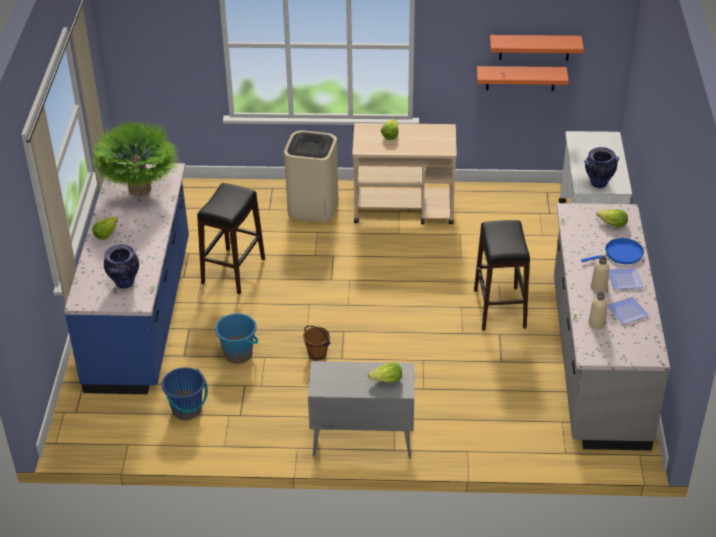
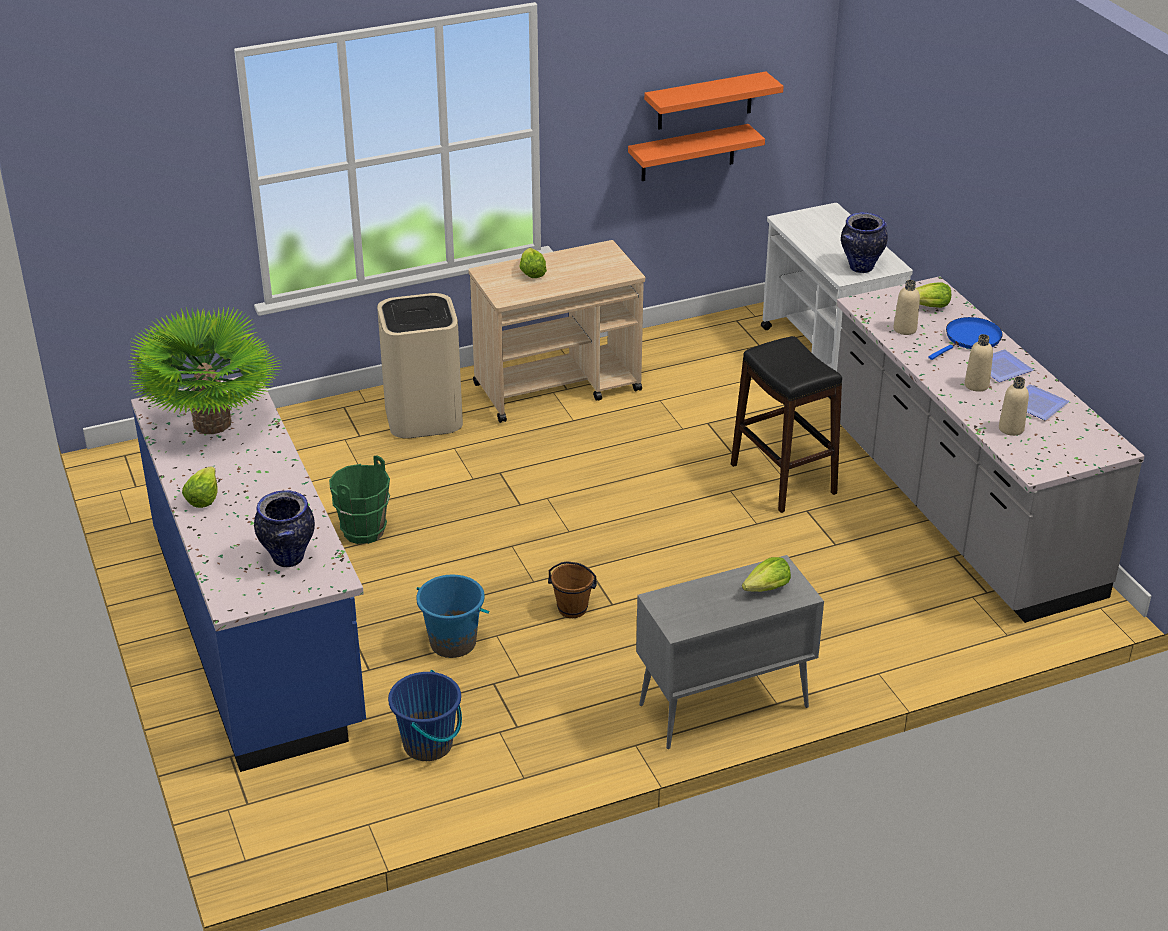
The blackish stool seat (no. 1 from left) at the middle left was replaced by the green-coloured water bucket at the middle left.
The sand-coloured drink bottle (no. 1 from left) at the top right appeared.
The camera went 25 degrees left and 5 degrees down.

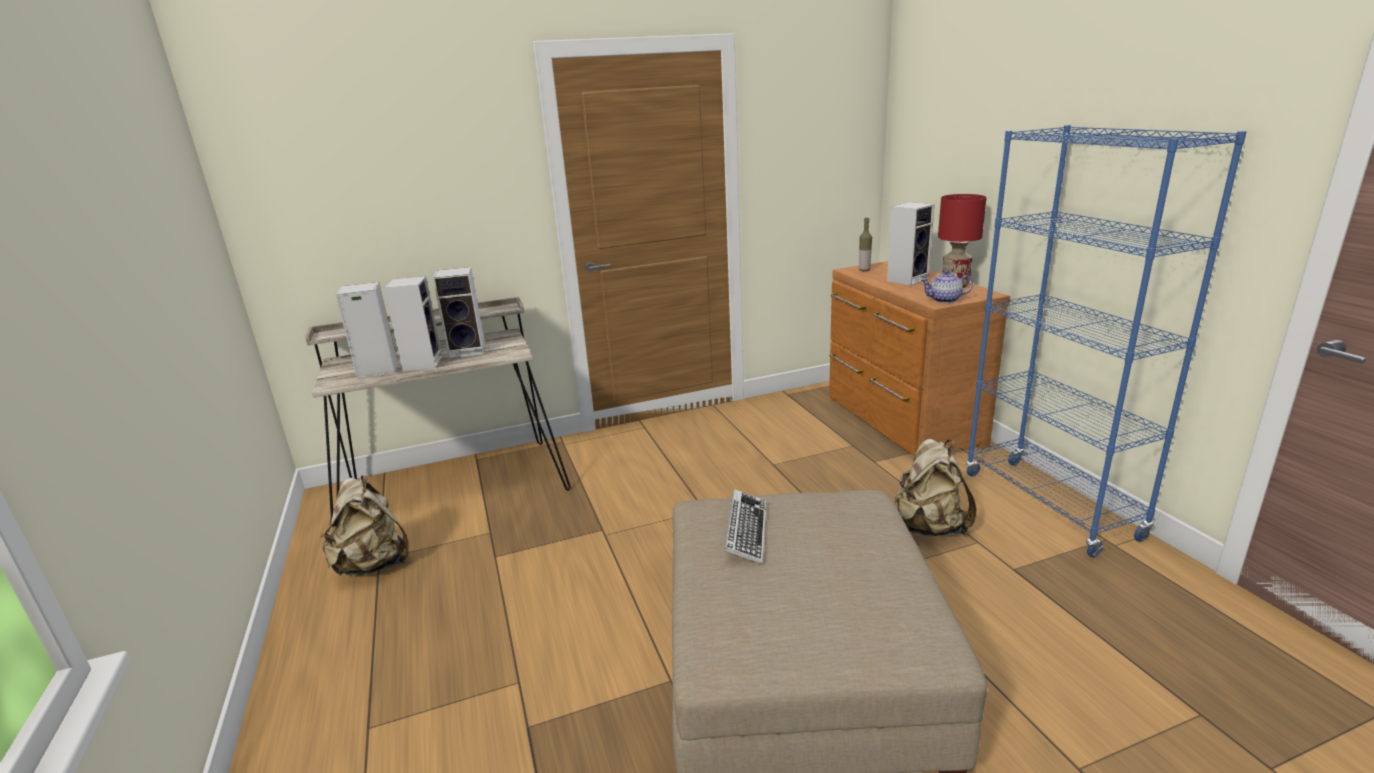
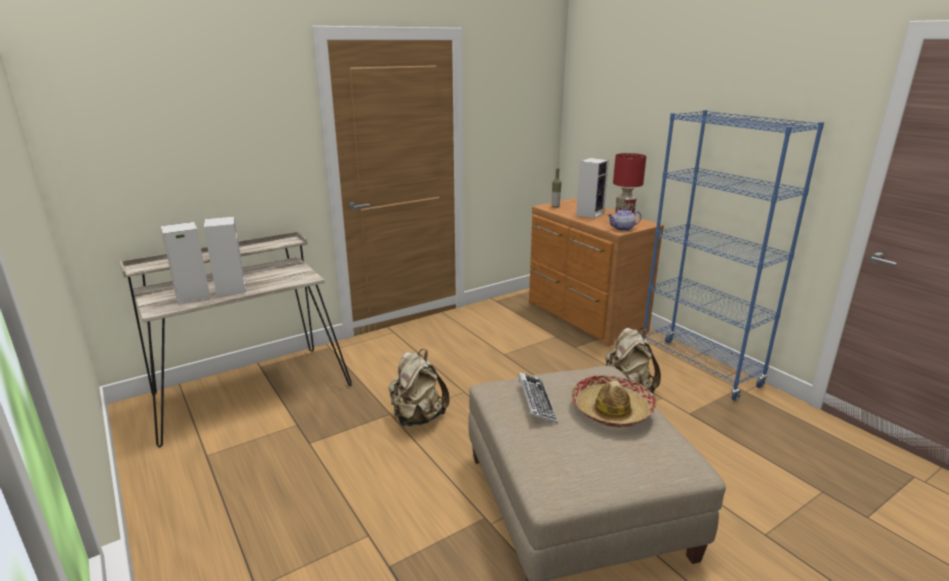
The speaker (no. 3 from left) at the centre disappeared.
The sand-coloured rucksack (no. 1 from left) moved from the bottom left to the centre.
The wearable hat at the bottom centre appeared.
The camera went 15 degrees left and 0 degrees up.

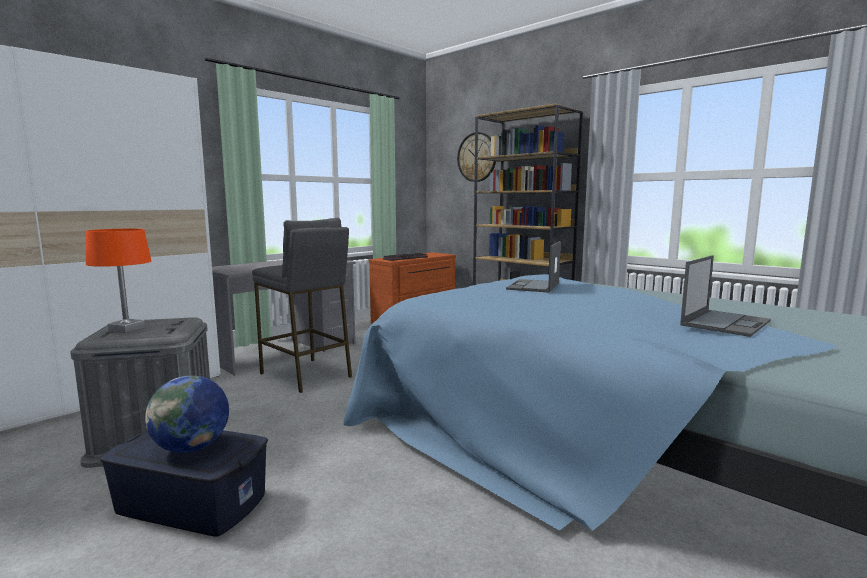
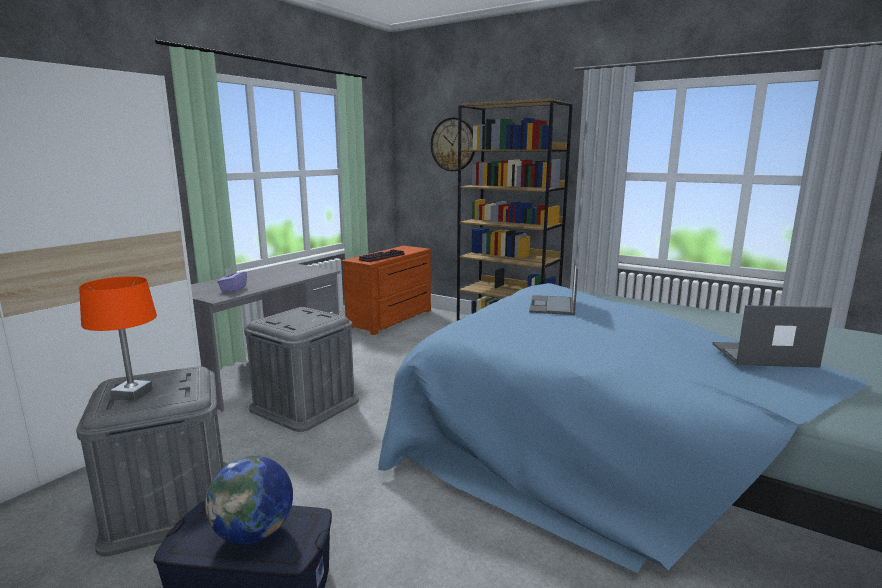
The greyish stool seat at the centre was replaced by the greyish storage bin (no. 2 from left) at the centre.
The portable computer (no. 2 from left) at the middle right turned 120 degrees counterclockwise.
The purplish box of tissues at the middle left appeared.
The camera went 10 degrees left and 5 degrees up.

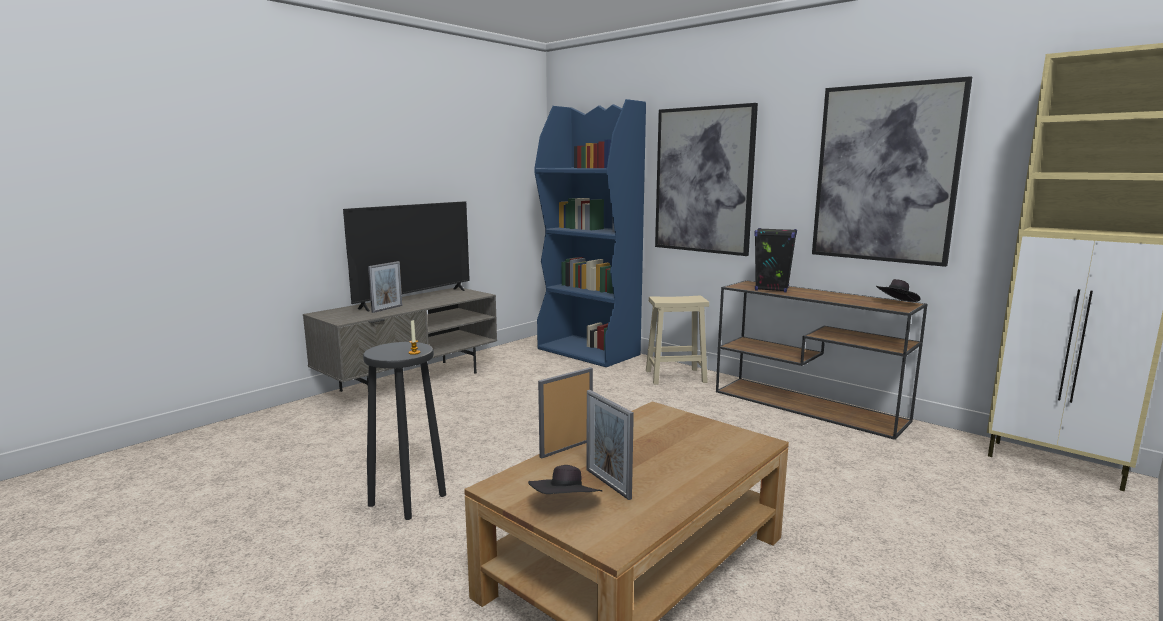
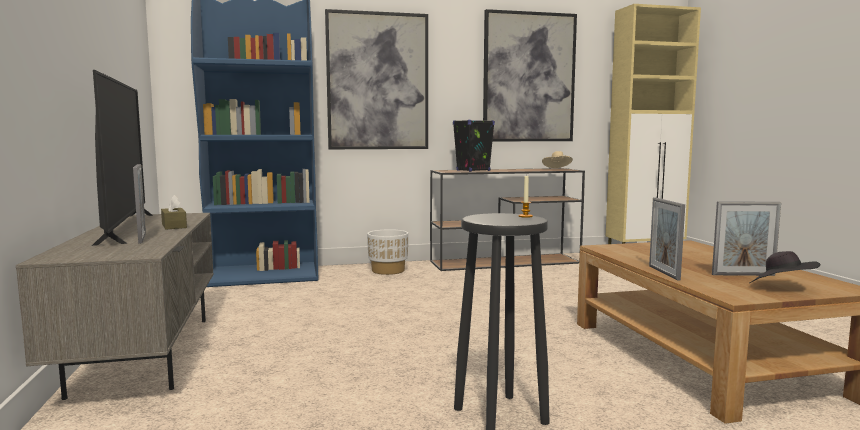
The blackish wearable hat (no. 2 from left) at the middle right became the sand-coloured wearable hat at the centre.
The sand-coloured stool seat at the centre was replaced by the whitish flower pot at the centre.
The brown-coloured box of tissues at the middle left appeared.
The camera went 55 degrees left and 5 degrees down.

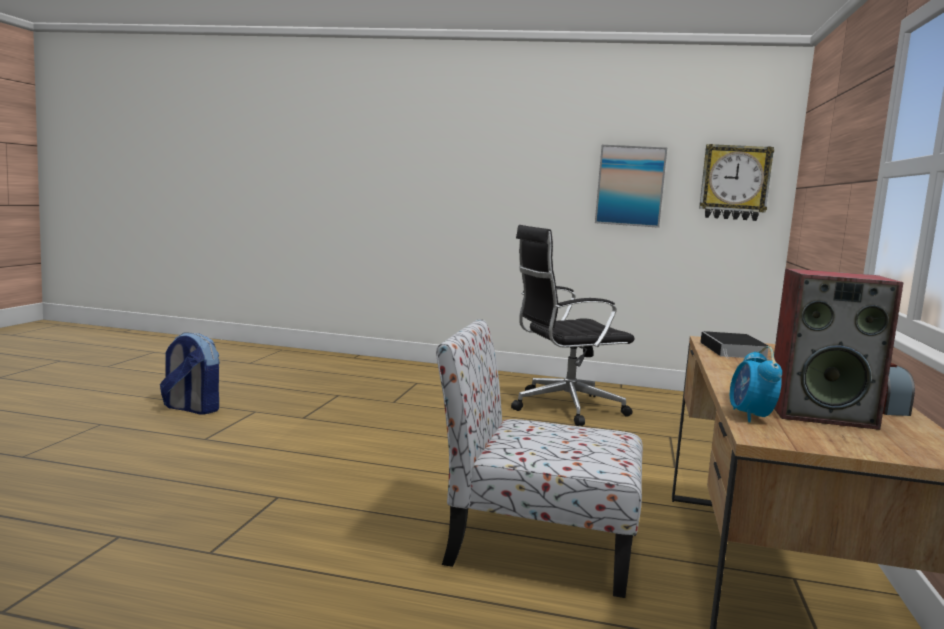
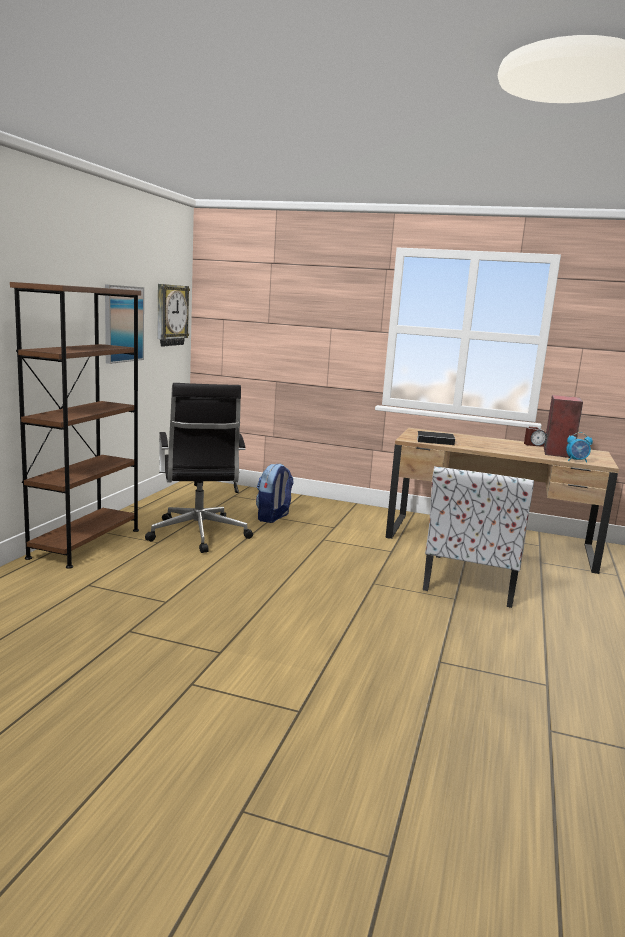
The rucksack moved from the middle left to the centre.
The brown-coloured bookcase at the middle left appeared.
The camera went 85 degrees left and 5 degrees up.

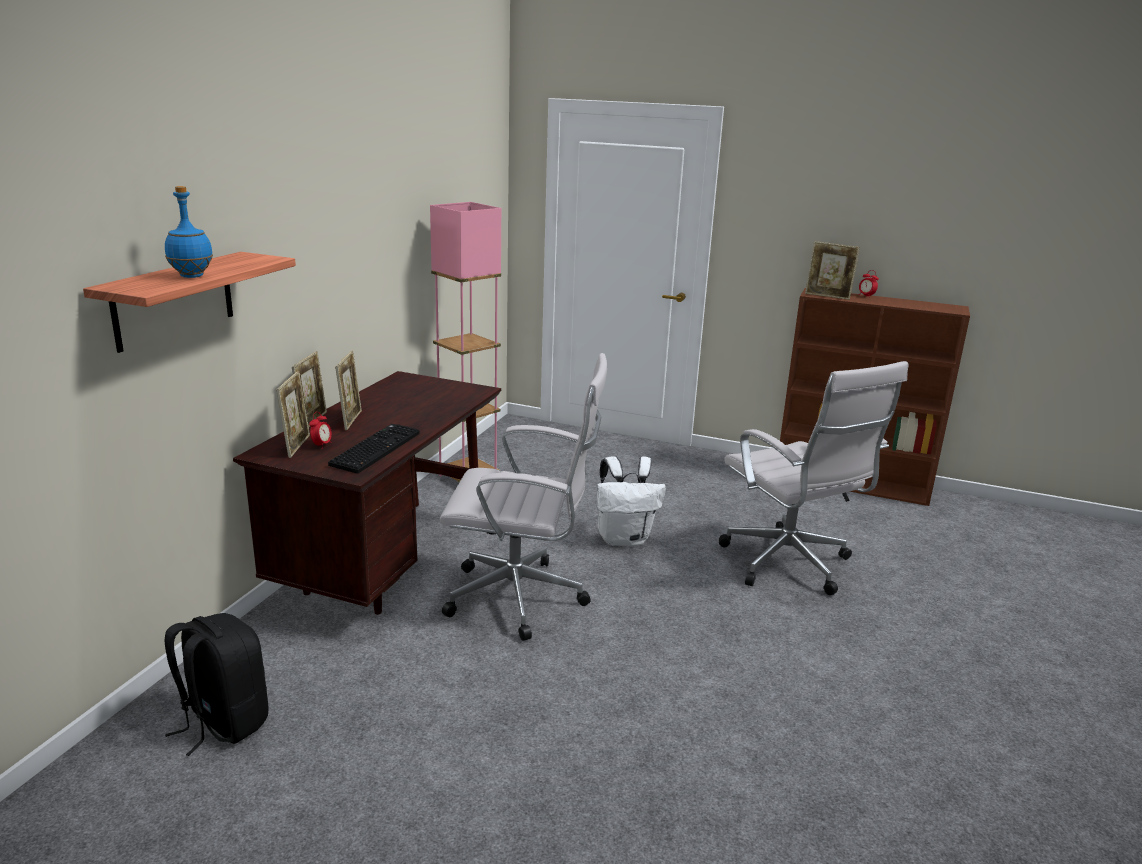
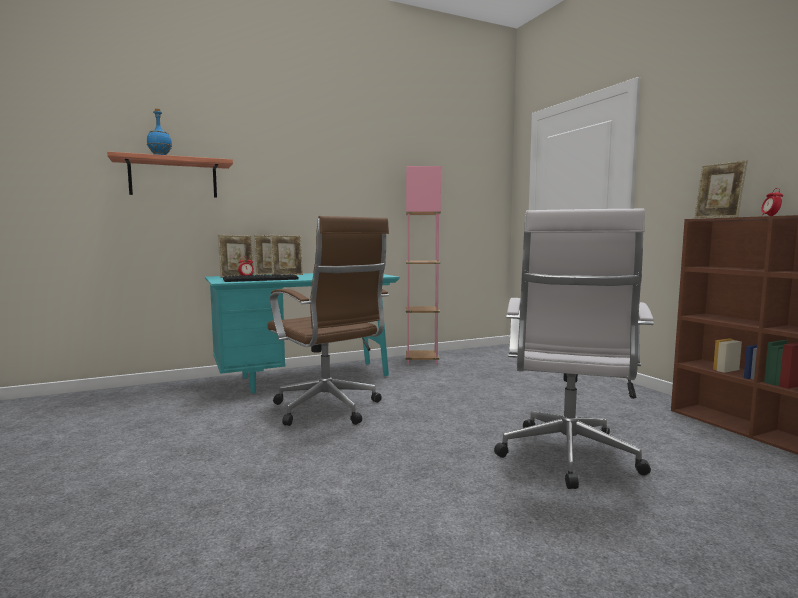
The whitish desk chair (no. 1 from left) at the centre became the brown-coloured desk chair at the centre.
The brown-coloured desk at the middle left became the blue-green desk at the centre.
The whitish rucksack at the centre disappeared.
The blackish rucksack at the bottom left disappeared.
The camera went 45 degrees right and 15 degrees down.

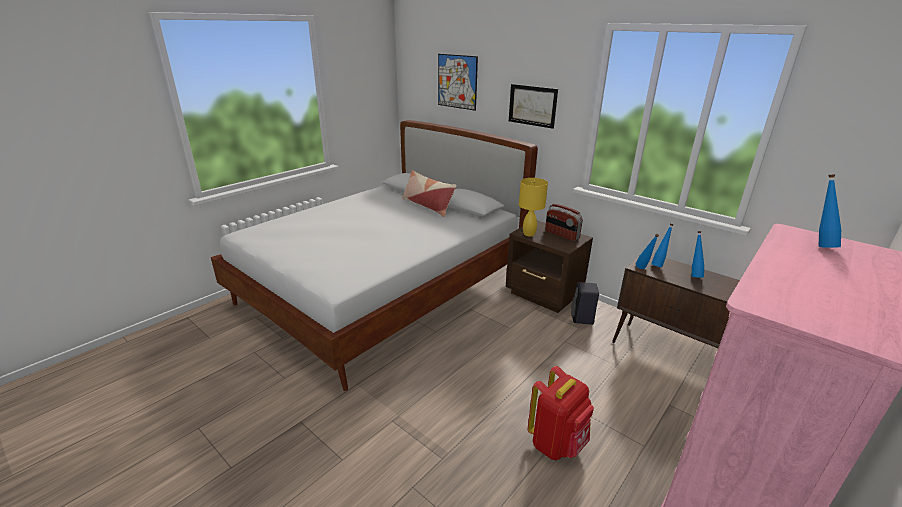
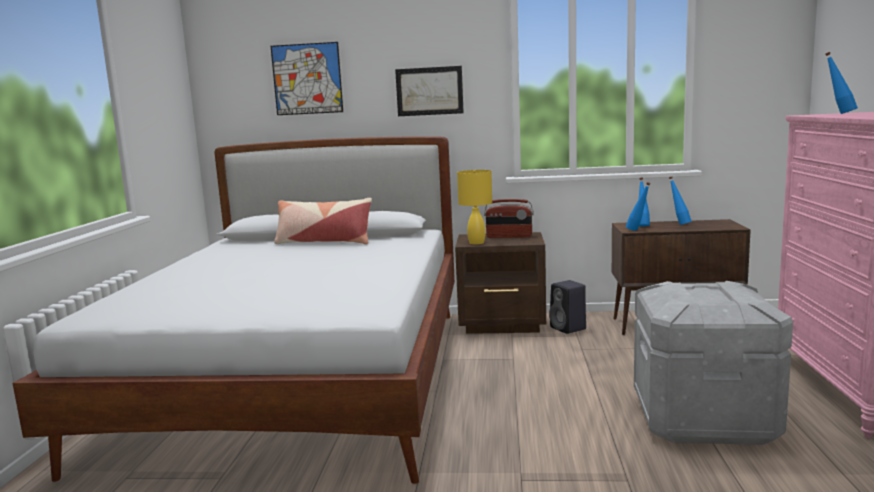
The red-coloured rucksack at the bottom centre was replaced by the greyish storage bin at the bottom right.
The camera went 35 degrees left and 15 degrees down.

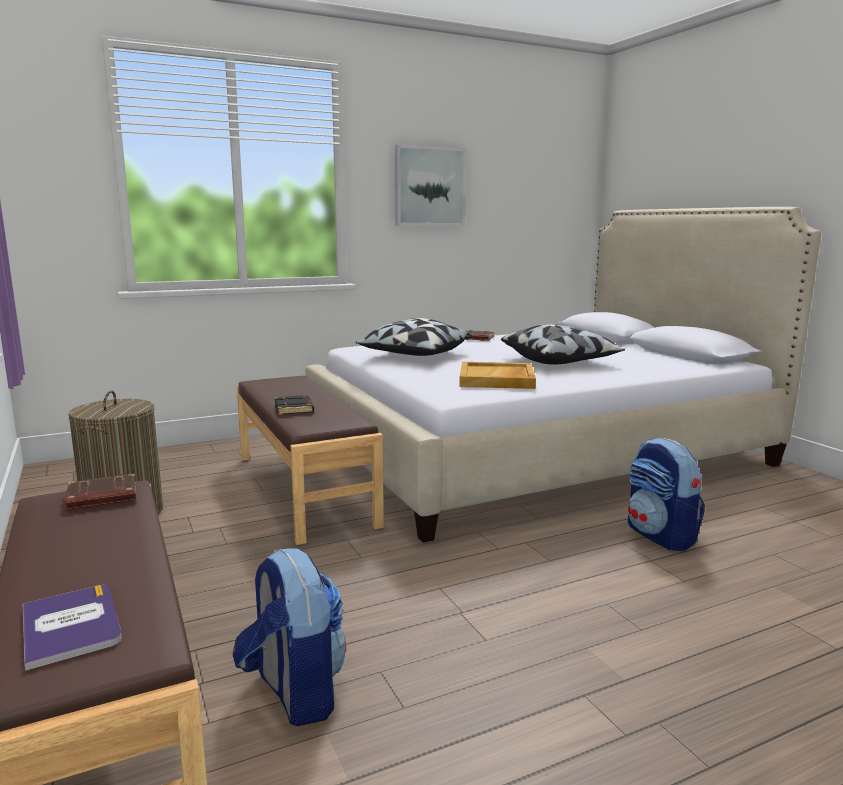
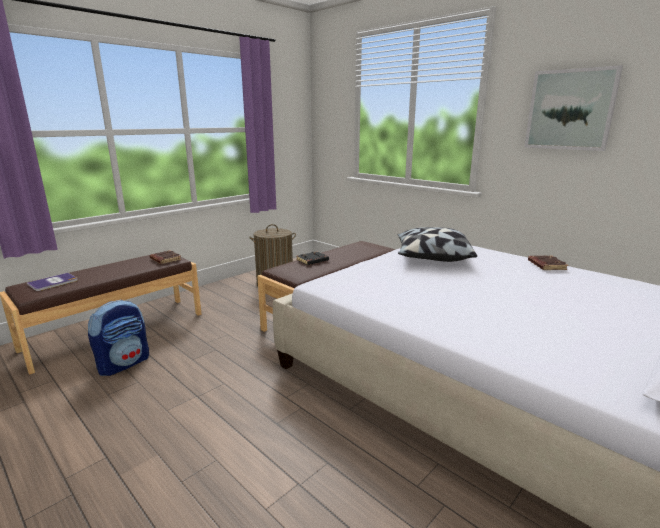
The pillow (no. 2 from left) at the middle right disappeared.
The sand-coloured serving tray at the centre disappeared.
The rucksack (no. 2 from left) at the middle right disappeared.
The camera went 70 degrees right and 5 degrees up.

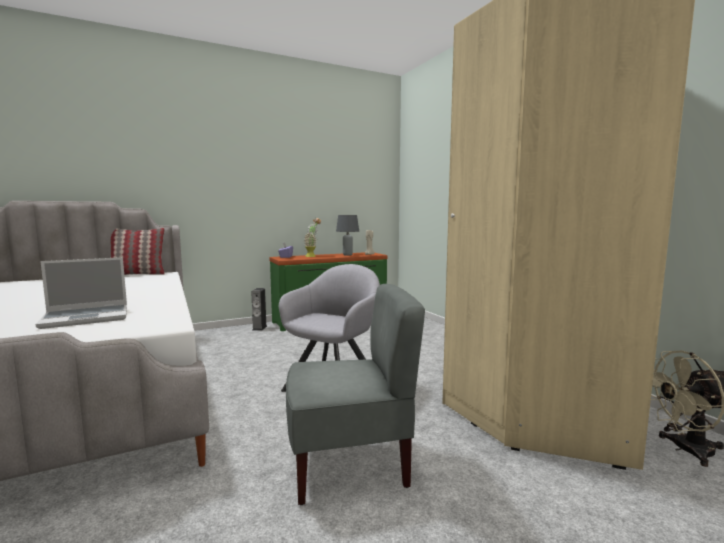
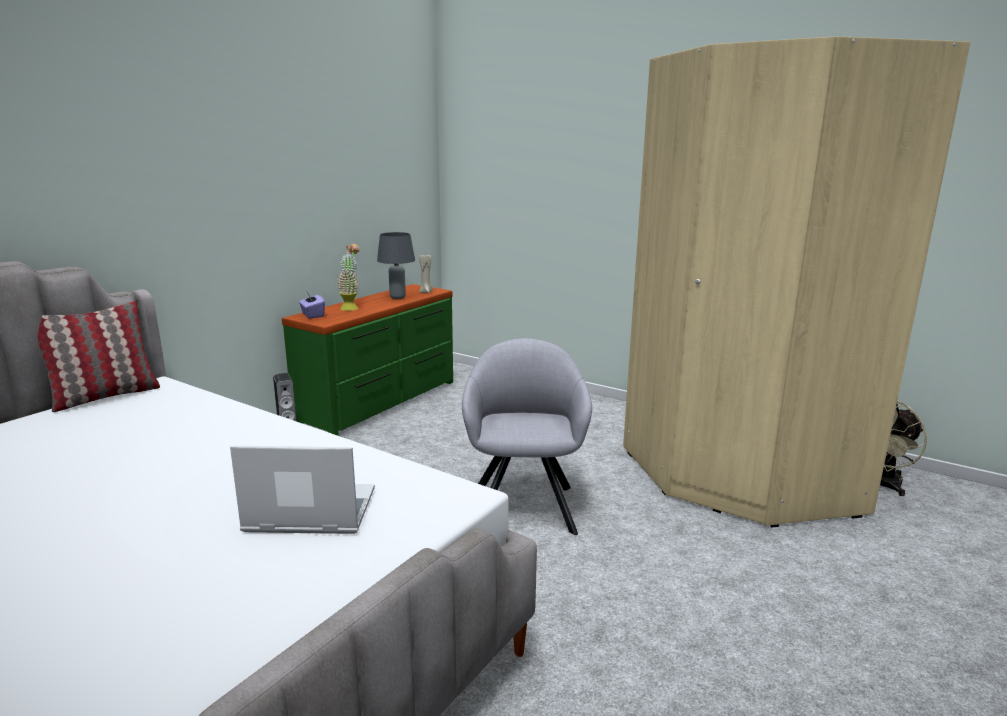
The portable computer at the middle left turned 120 degrees counterclockwise.
The greyish plain chair at the bottom centre disappeared.
The camera went 30 degrees left and 10 degrees up.

